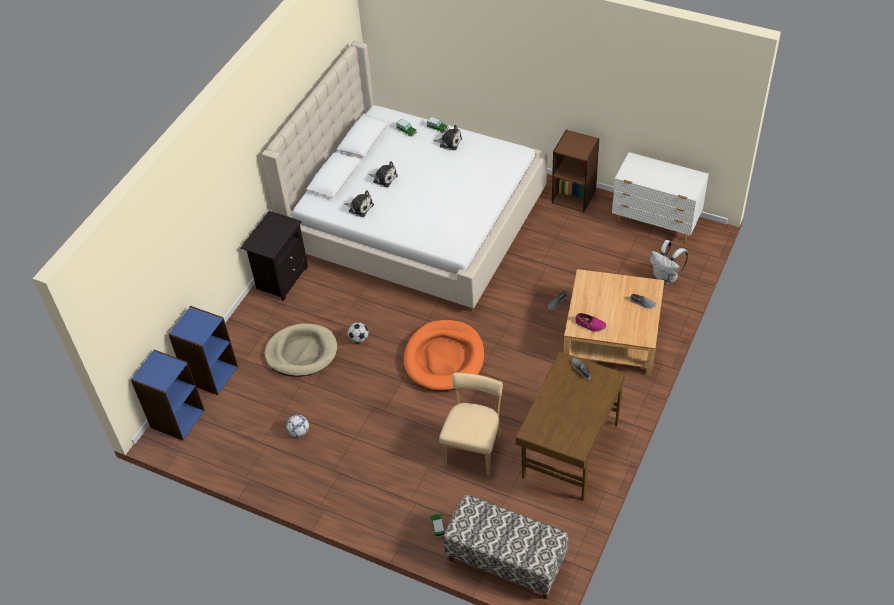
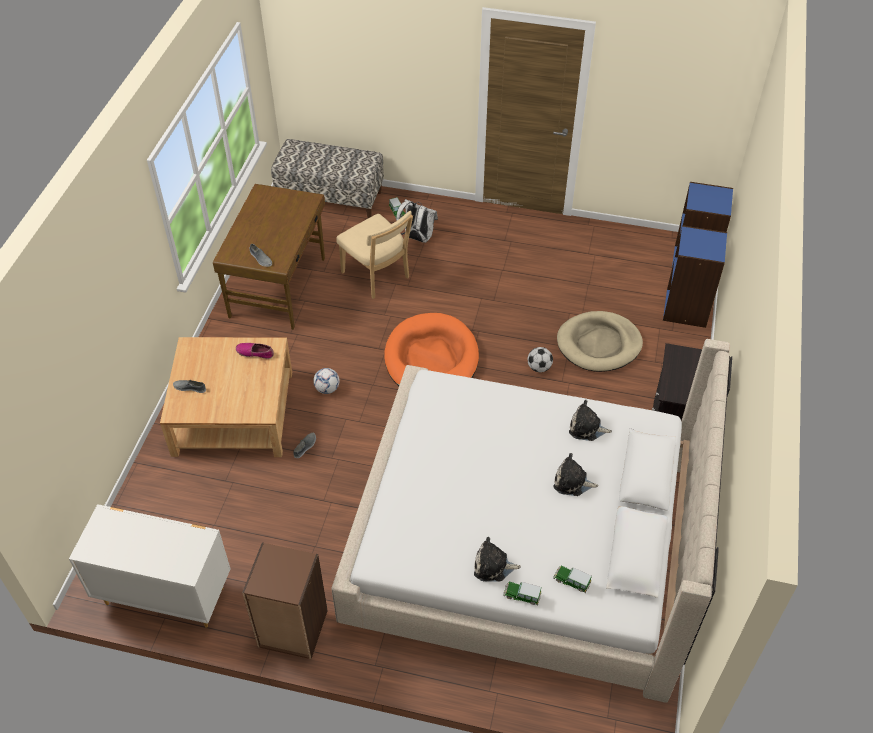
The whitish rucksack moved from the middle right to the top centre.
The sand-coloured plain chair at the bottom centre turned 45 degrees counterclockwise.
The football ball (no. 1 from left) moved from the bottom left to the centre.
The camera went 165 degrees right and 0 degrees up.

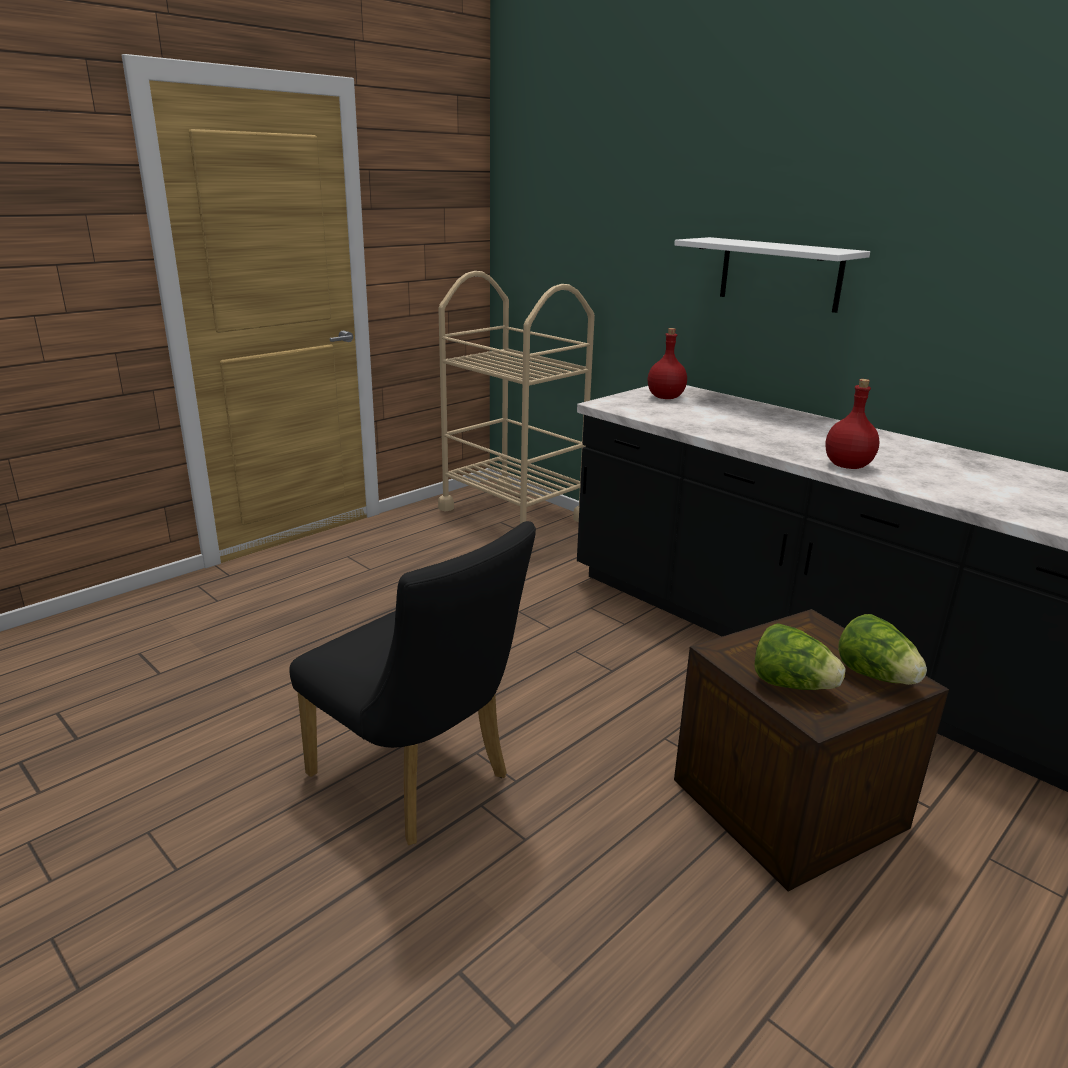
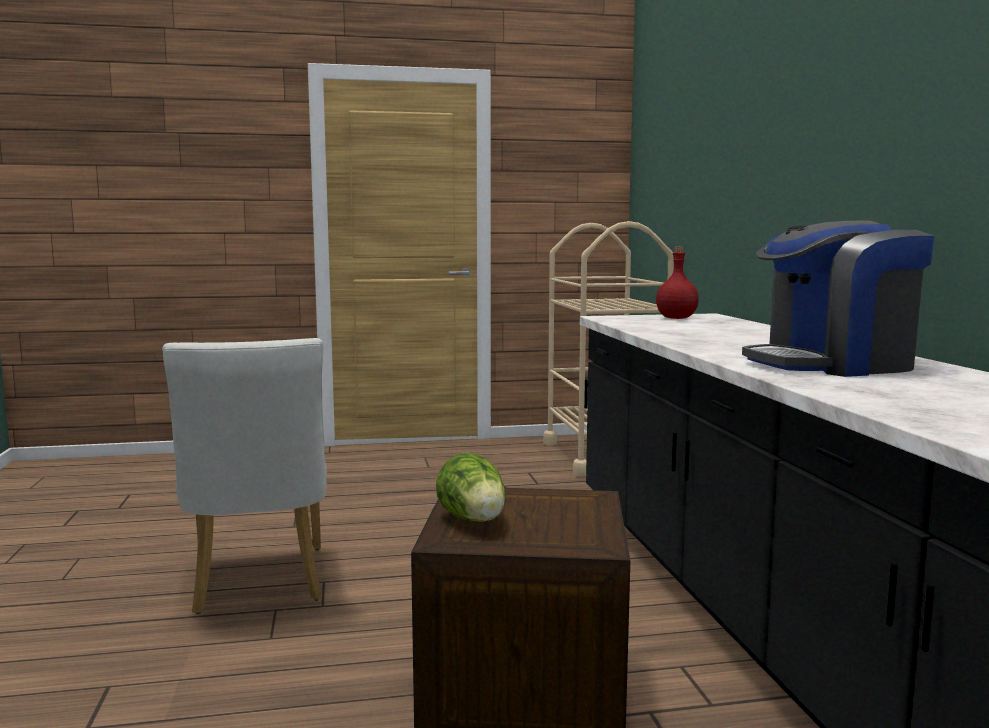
The whitish bracket shelf at the top right disappeared.
The red-coloured drink bottle (no. 2 from left) at the middle right disappeared.
The blackish plain chair at the centre became the whitish plain chair at the middle left.
The head of lettuce (no. 2 from left) at the middle right disappeared.
The coffee brewer at the middle right appeared.
The camera went 35 degrees right and 15 degrees down.

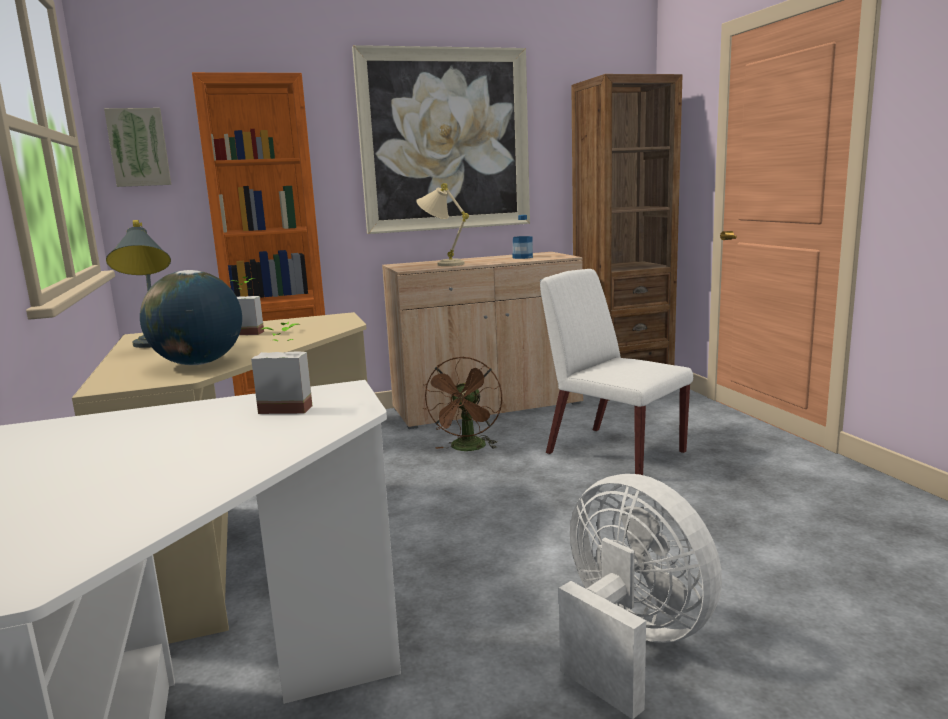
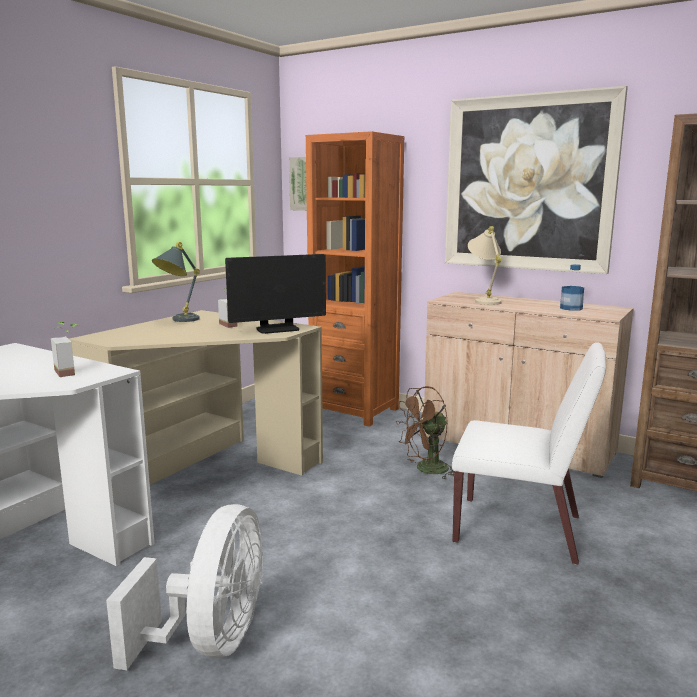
The whitish plain chair at the centre turned 105 degrees clockwise.
The world globe at the middle left disappeared.
The monitor at the centre appeared.
The camera went 50 degrees right and 0 degrees up.

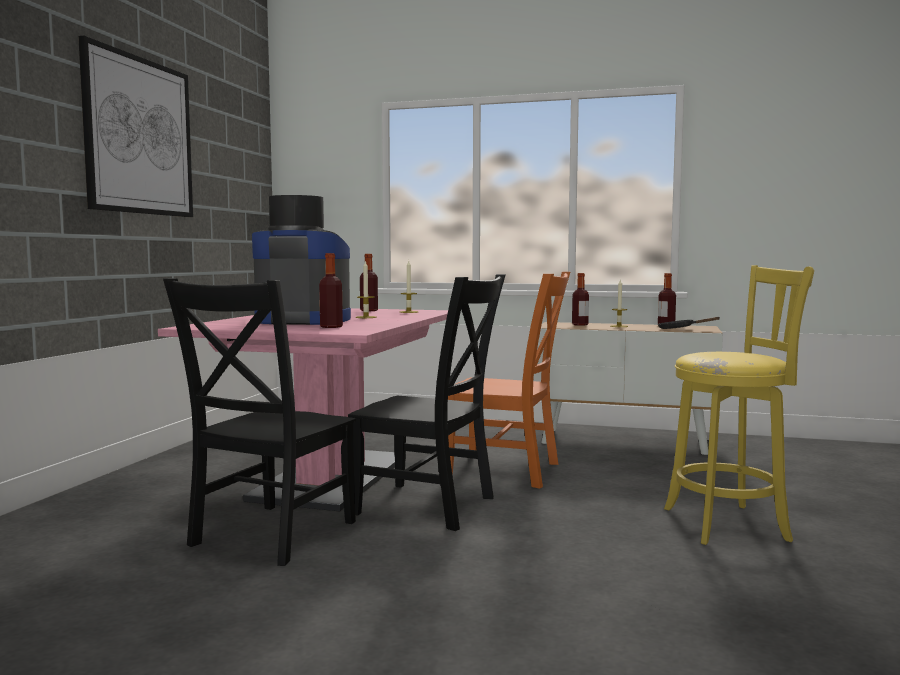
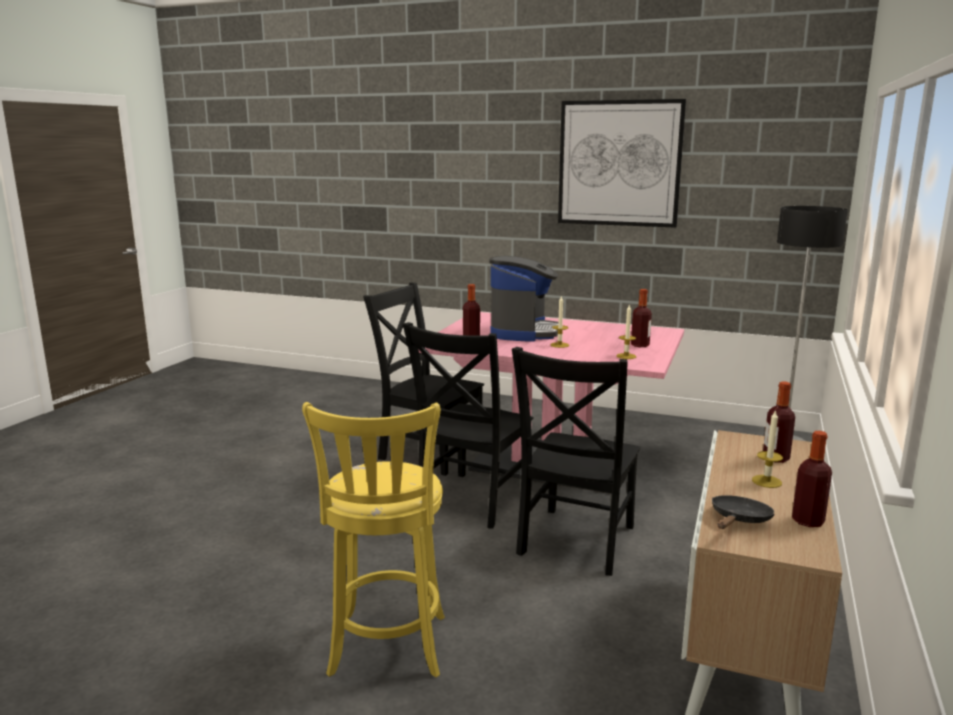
The orangey plain chair at the centre became the blackish plain chair (no. 3 from left) at the centre.
The camera went 95 degrees right and 10 degrees up.

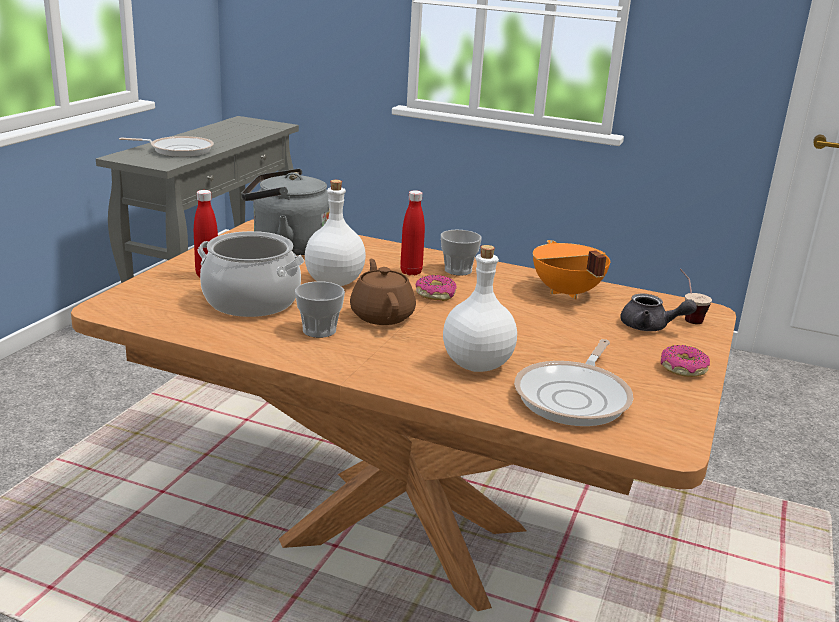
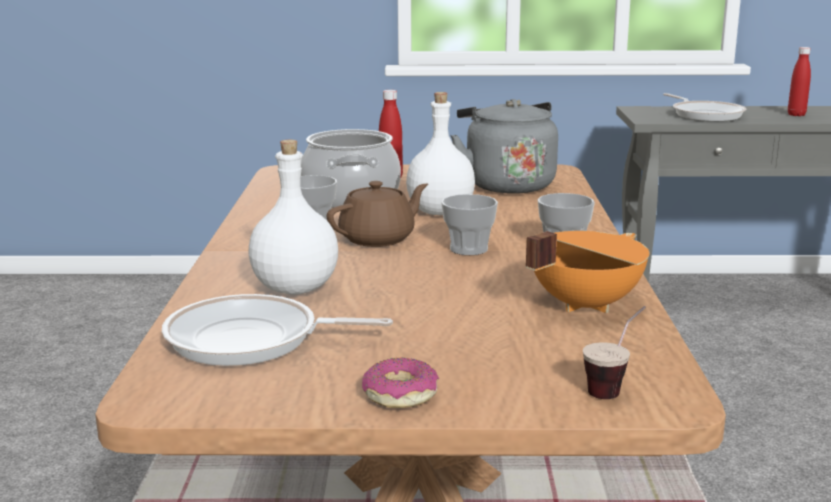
The red-coloured drink bottle (no. 2 from left) moved from the centre to the top right.
The doughnut (no. 1 from left) at the centre was replaced by the drinking cup (no. 2 from left) at the centre.
The greyish pot for tea at the middle right disappeared.
The camera went 70 degrees right and 5 degrees down.

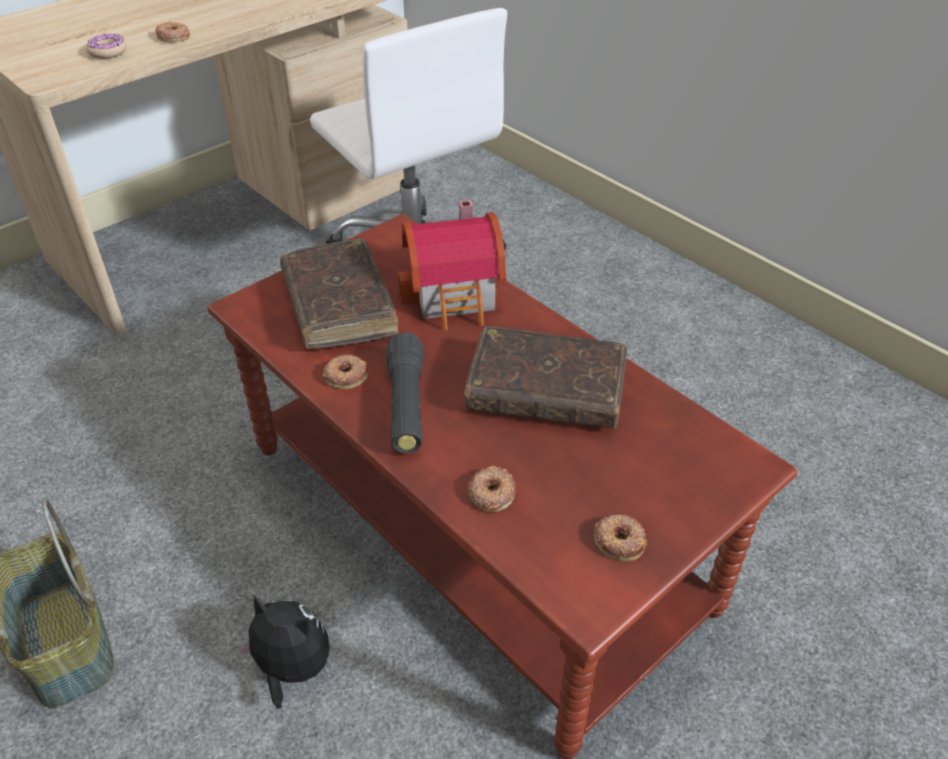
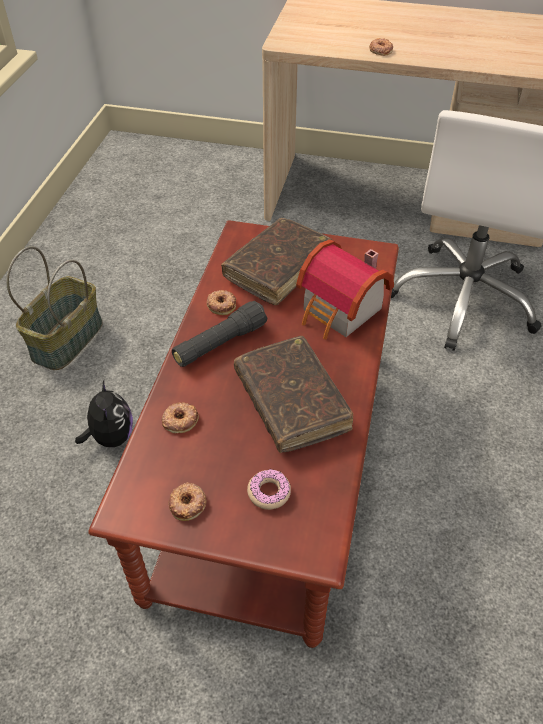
The doughnut (no. 1 from left in the first image) moved from the top left to the bottom centre.
The camera went 55 degrees right and 5 degrees up.

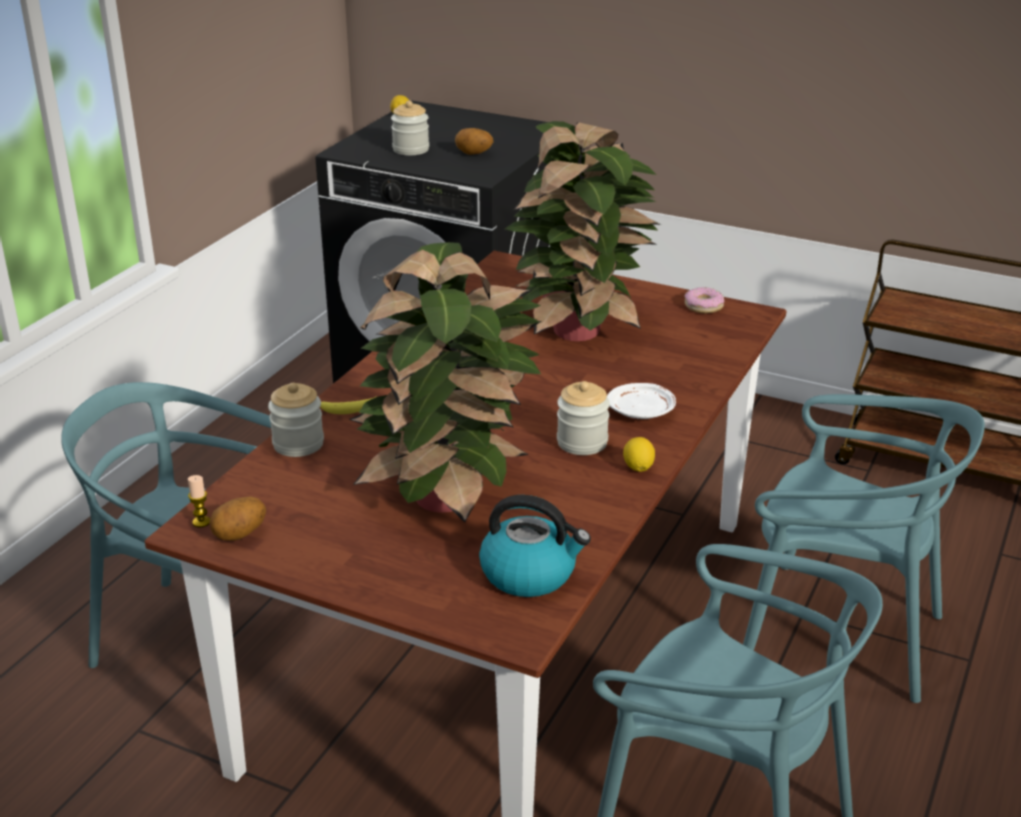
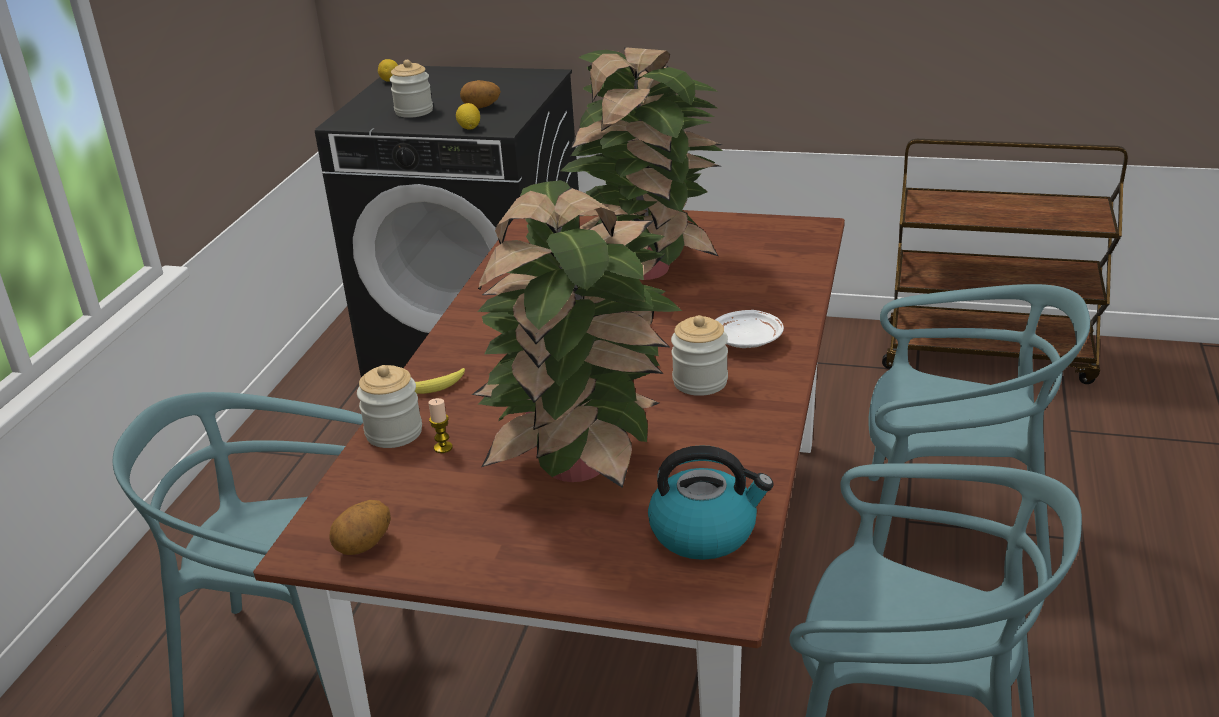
The doughnut at the middle right disappeared.
The citrus fruit (no. 2 from left) moved from the centre to the top centre.
The wax candle moved from the middle left to the centre.
The camera went 10 degrees left and 0 degrees up.

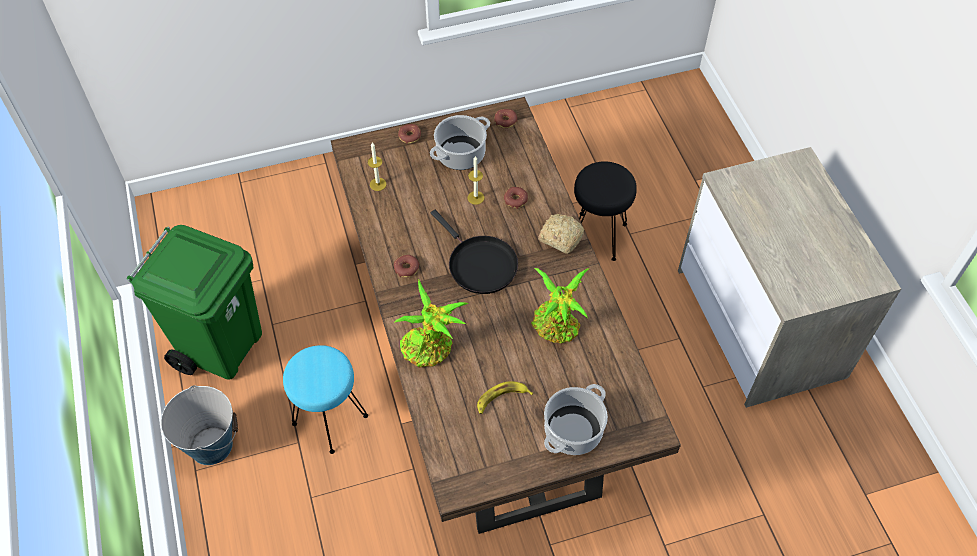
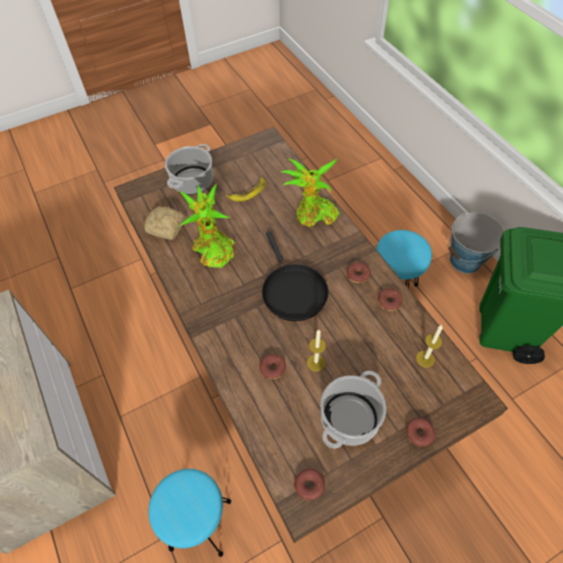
The blackish stool seat at the centre became the blue-green stool seat (no. 1 from left) at the bottom centre.
The blackish pan at the centre turned 150 degrees counterclockwise.
The bakery bread moved from the centre to the middle left.
The doughnut (no. 4 from left) at the middle right appeared.
The camera went 170 degrees right and 0 degrees up.

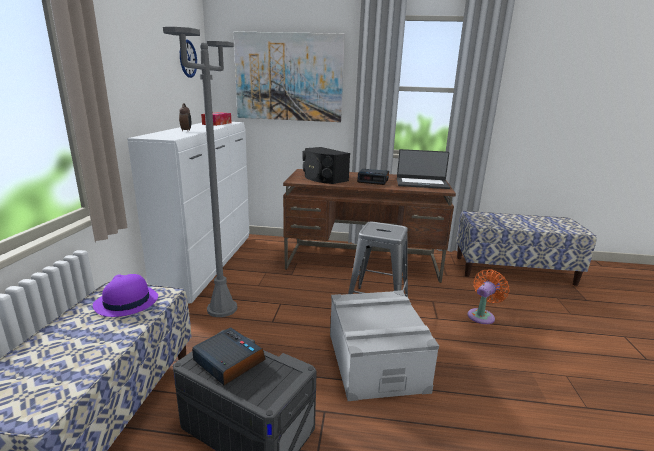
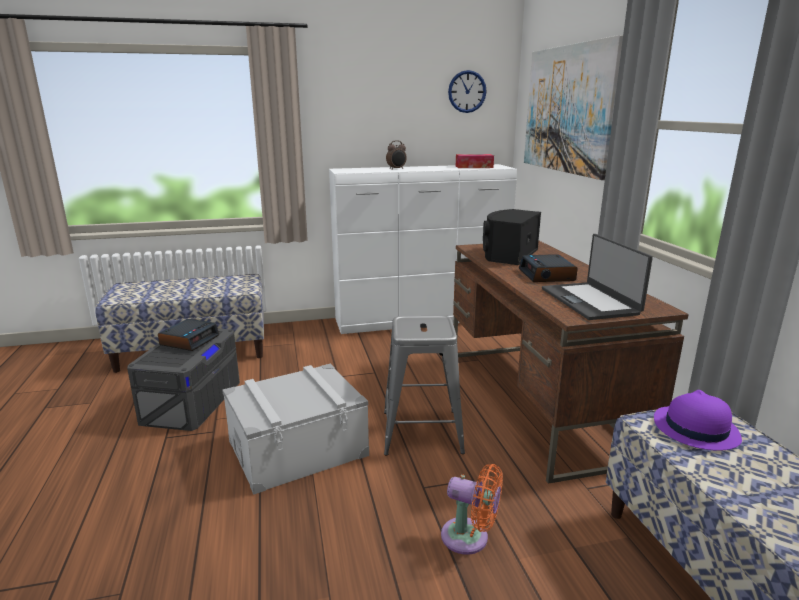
The greyish standard lamp at the middle left disappeared.
The purplish wearable hat moved from the middle left to the bottom right.
The camera went 70 degrees right and 0 degrees up.

